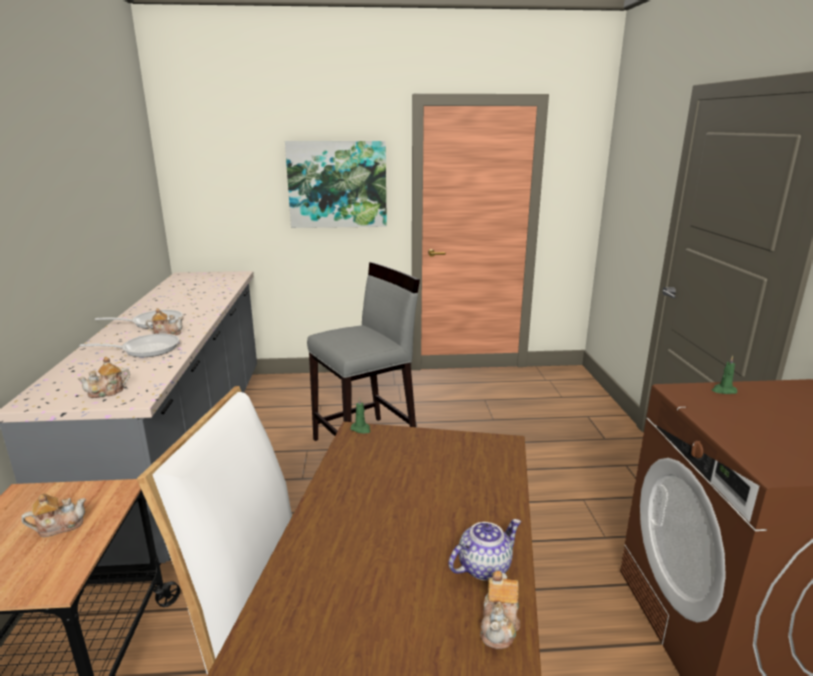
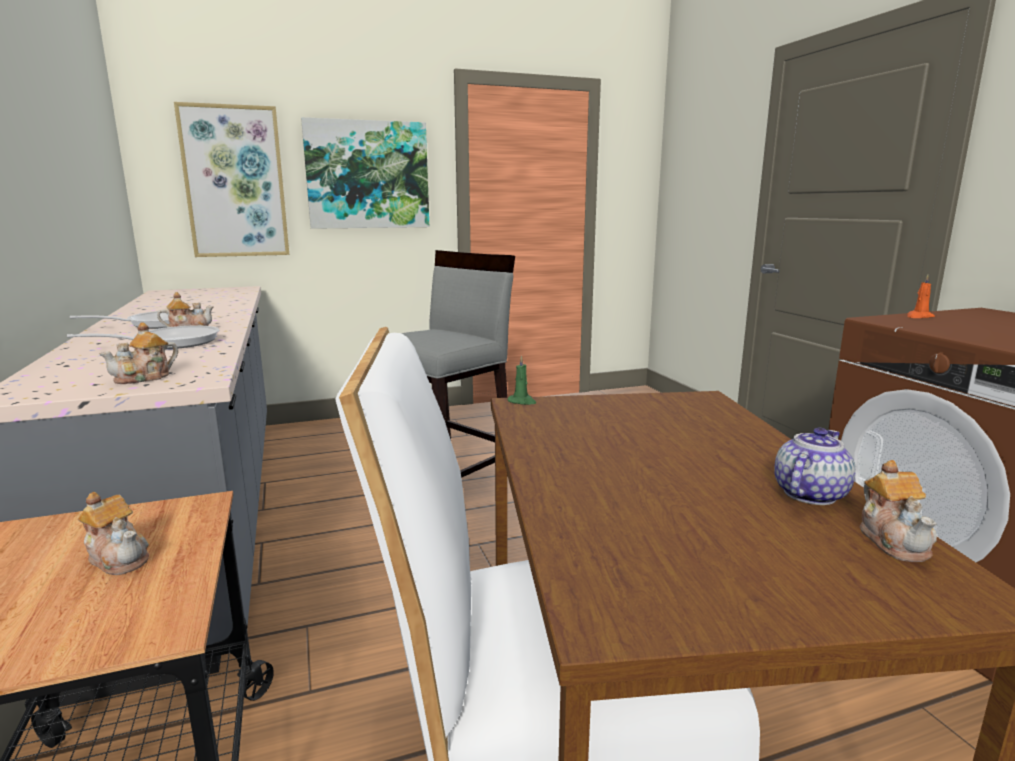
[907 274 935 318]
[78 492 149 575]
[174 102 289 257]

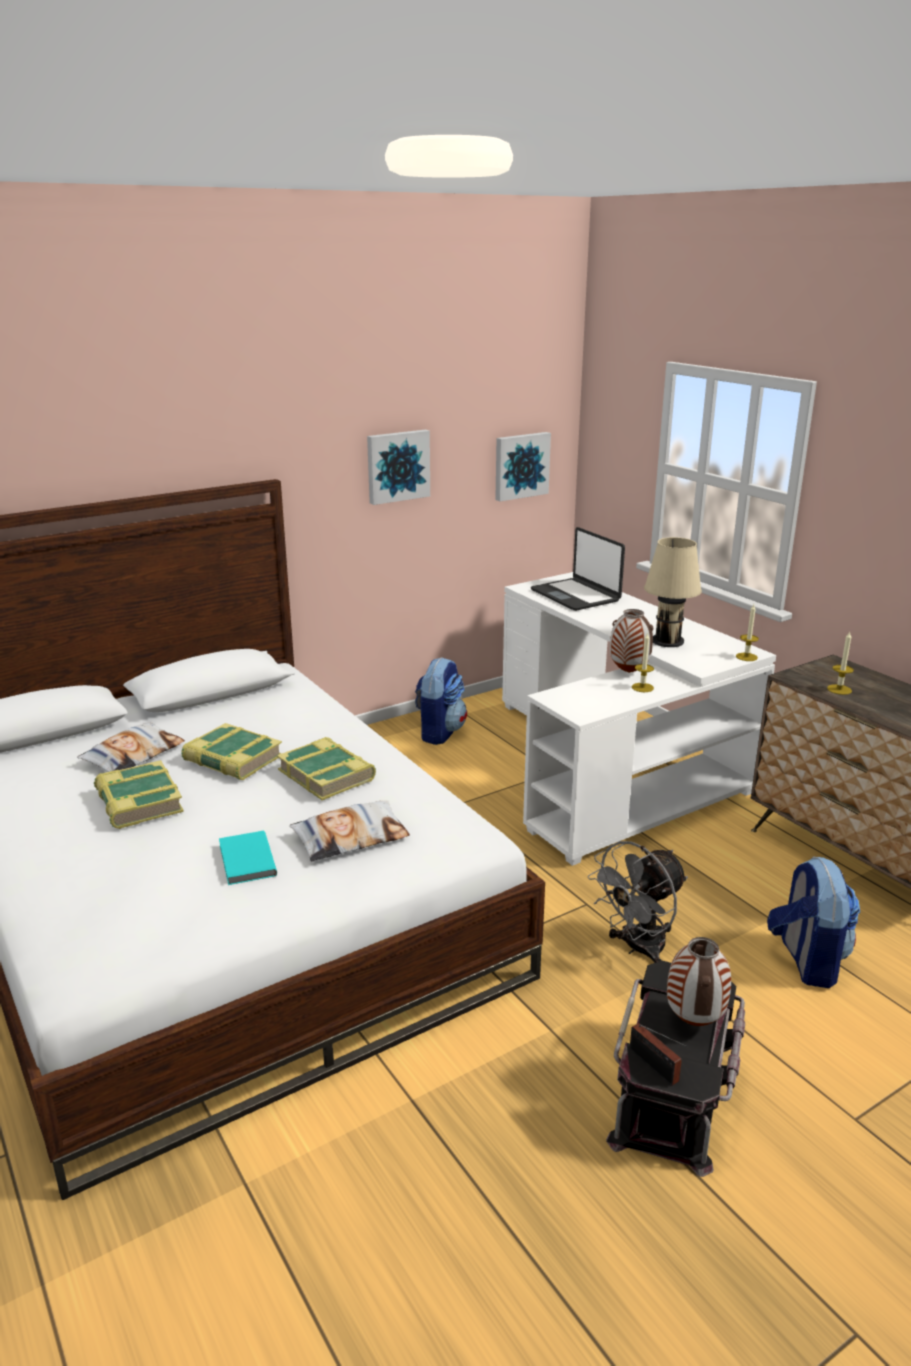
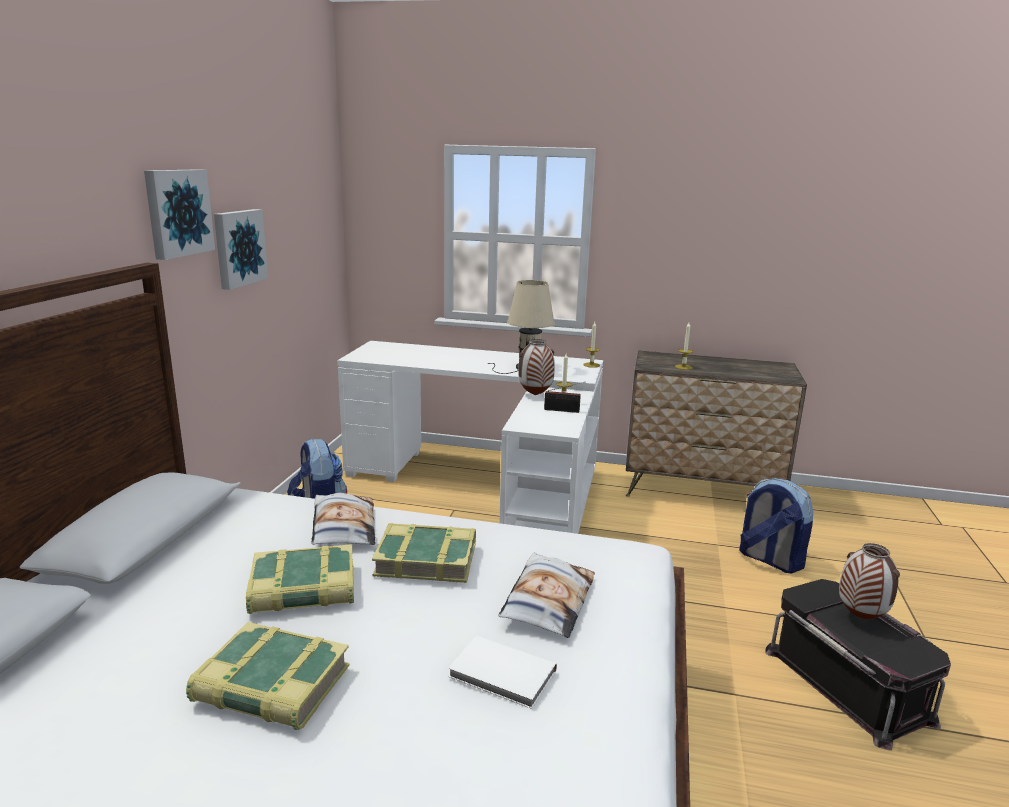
[144 169 215 260]
[531 527 625 611] (first image)
[311 493 375 545]
[448 636 557 709]
[588 841 688 963] (first image)
[544 382 584 413]

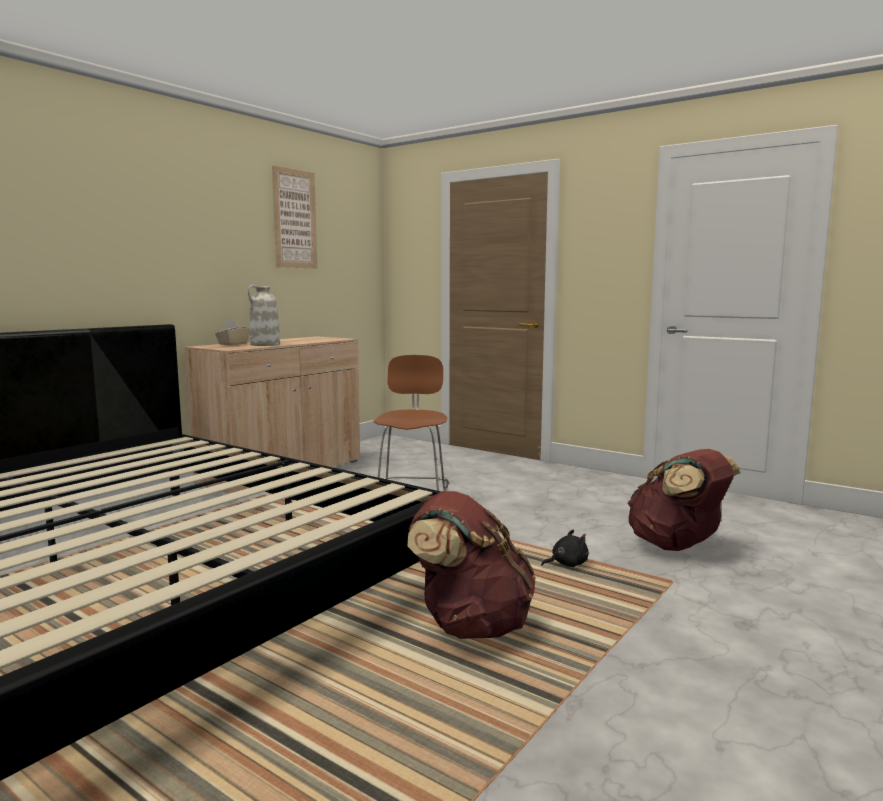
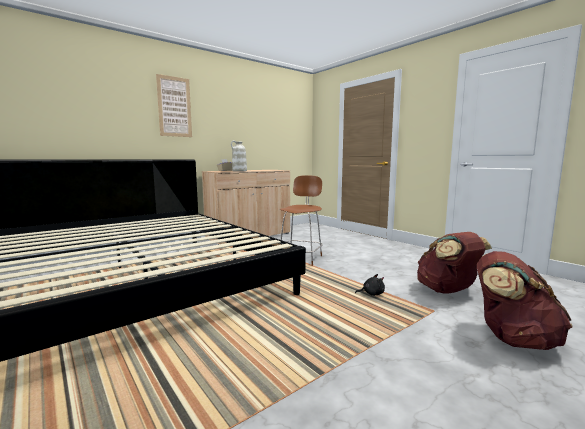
[156 74 192 137]
[477 251 573 350]

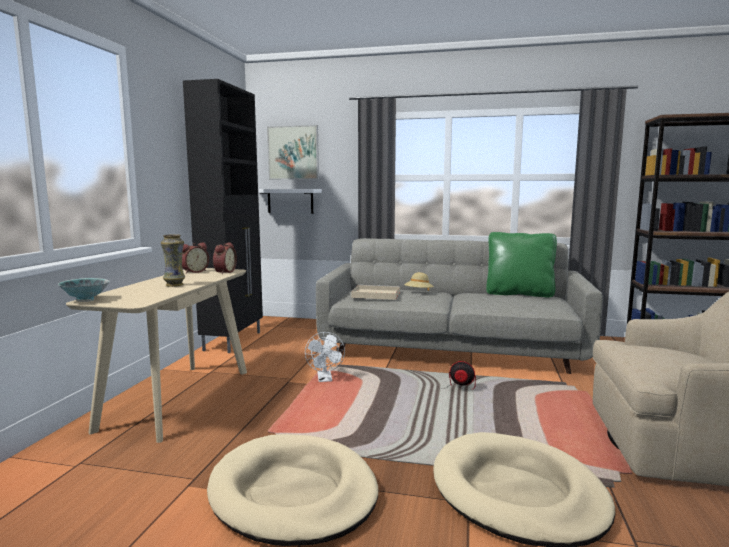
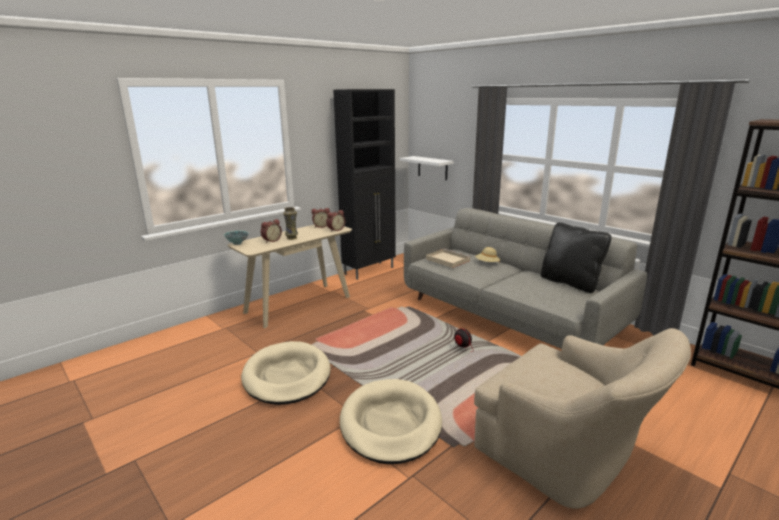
[267 125 319 180] (first image)
[541 222 612 293]
[305 332 345 382] (first image)
[261 219 282 243]

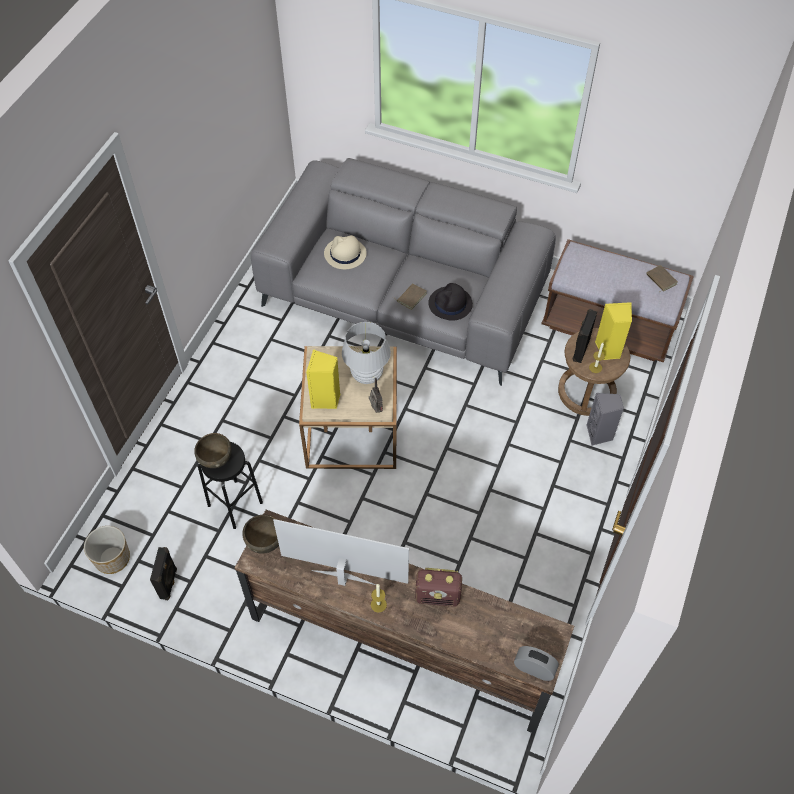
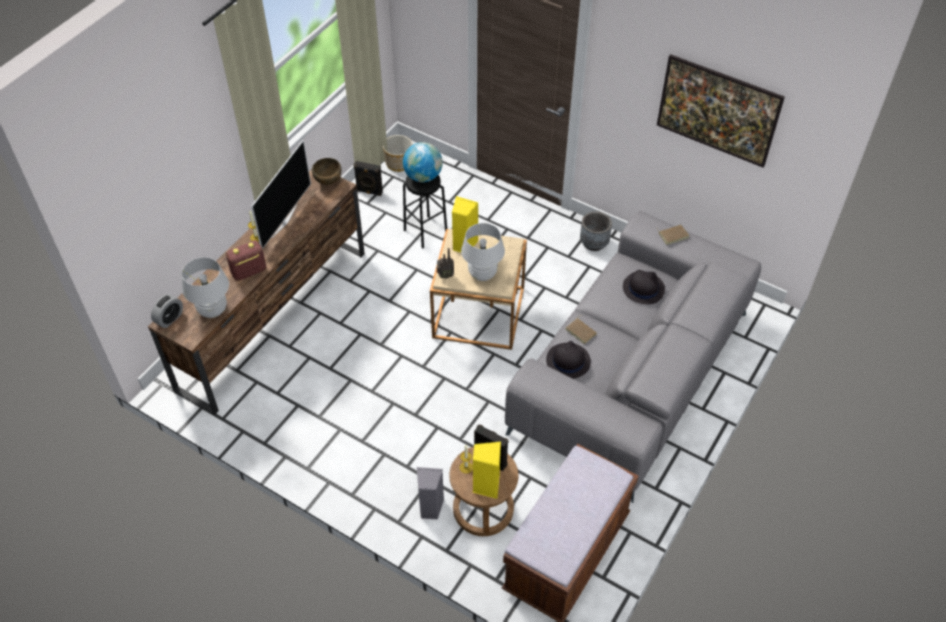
[623 270 665 304]
[657 225 689 245]
[403 142 443 182]
[226 240 267 281]
[657 54 785 168]
[580 211 612 251]
[182 257 229 318]

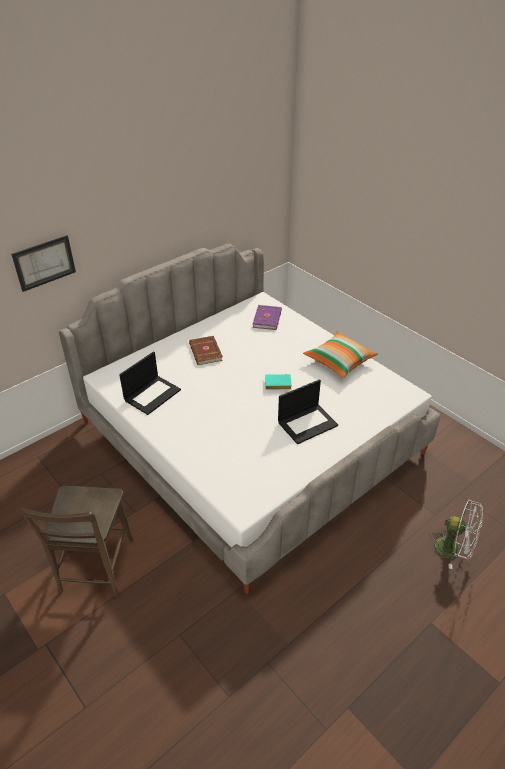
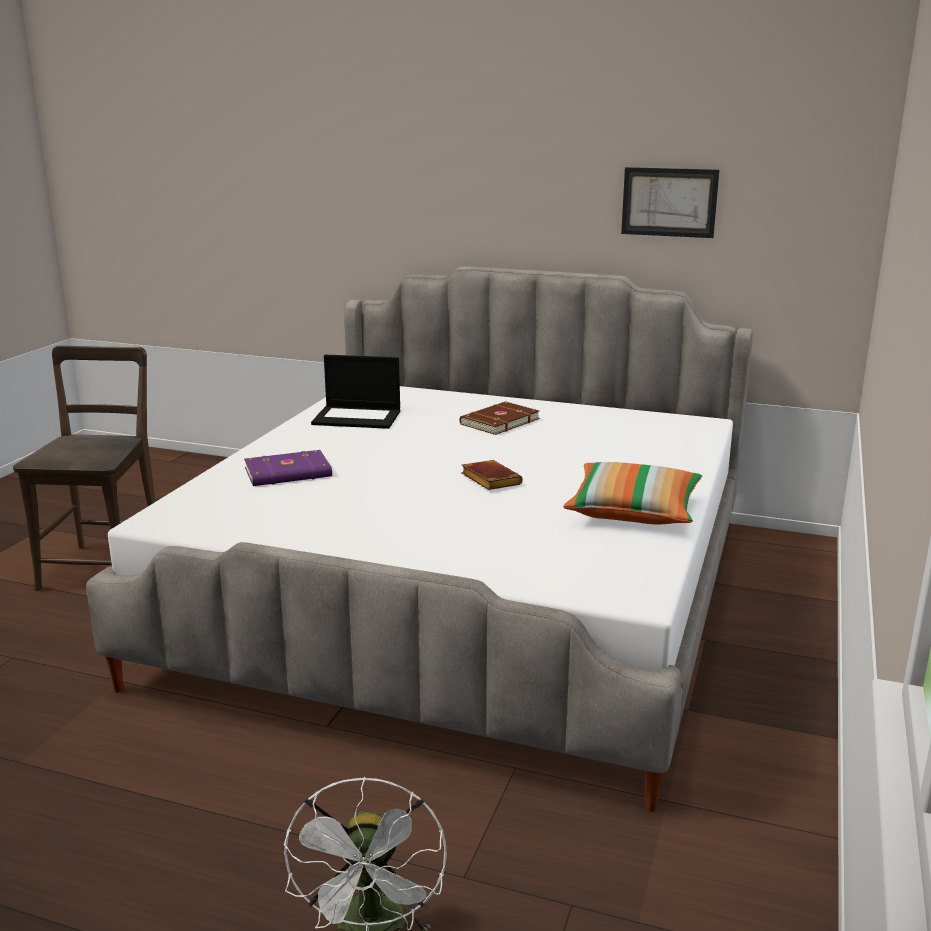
[621 167 719 238]
[244 450 332 486]
[461 460 523 490]
[278 379 338 444] (first image)
[13 346 156 591]

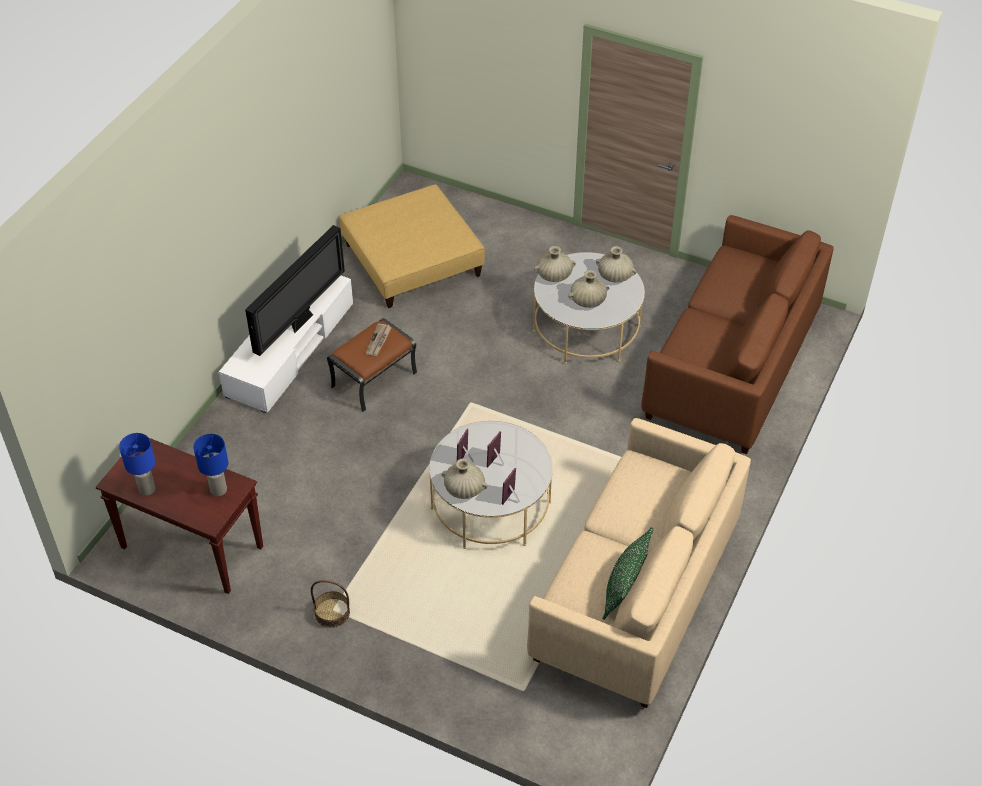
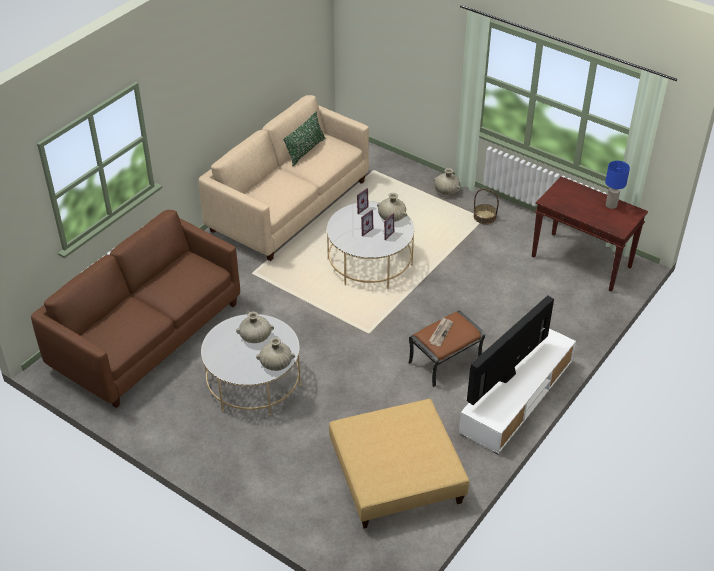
[434 168 461 195]
[193 434 228 496] (first image)

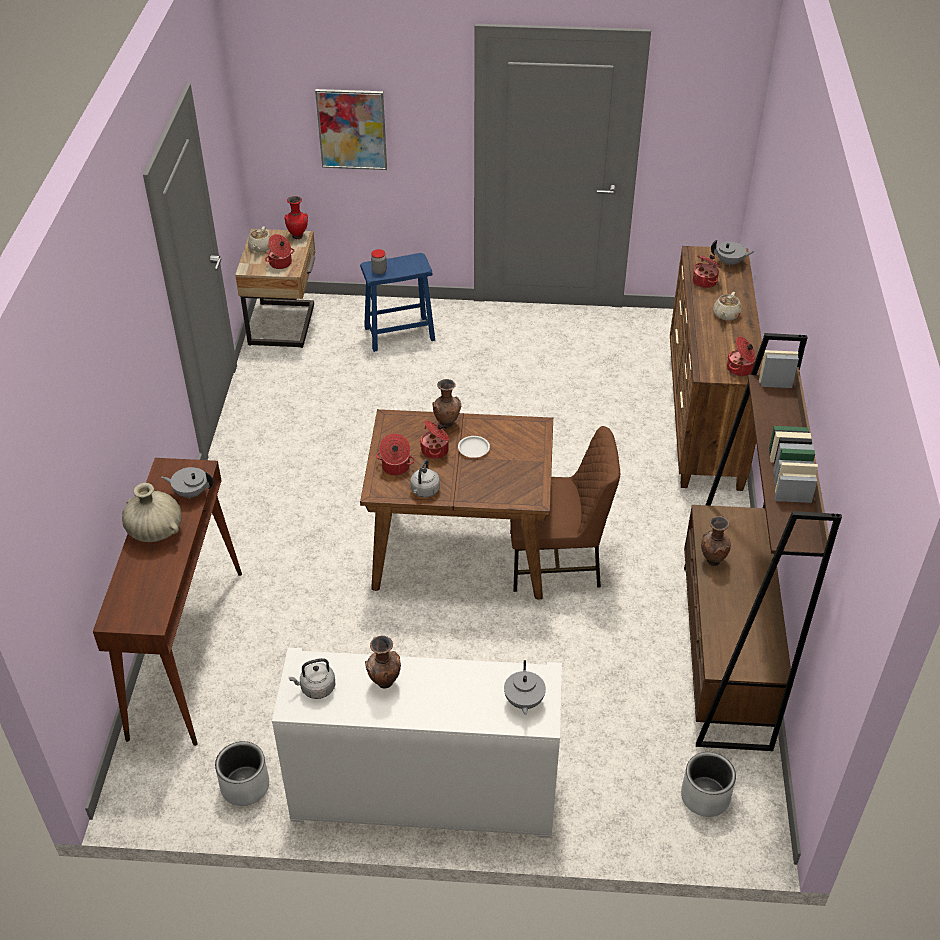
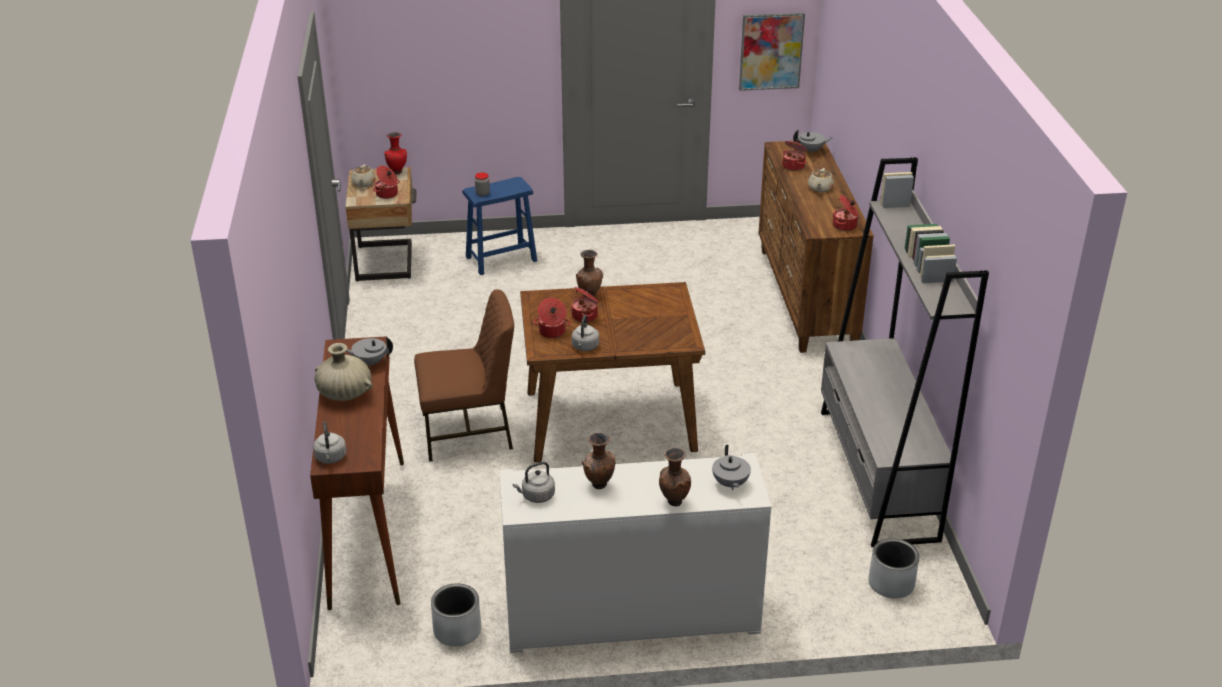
[739 13 805 91]
[821 157 989 547]
[414 289 514 462]
[458 436 490 458] (first image)
[659 448 691 507]
[313 422 347 464]

